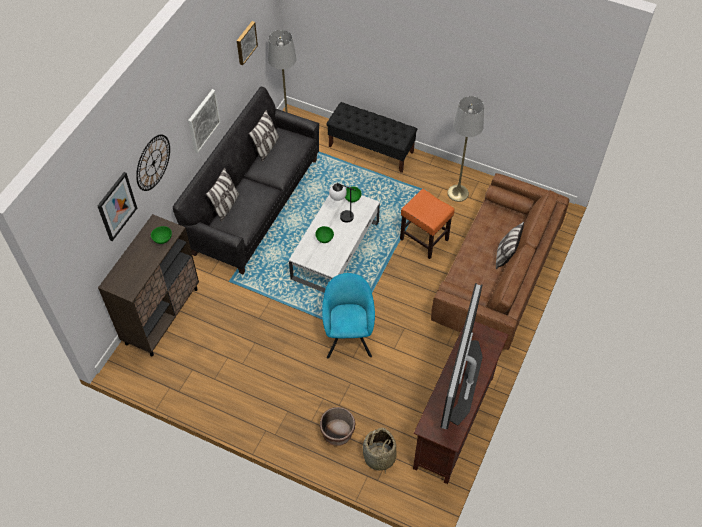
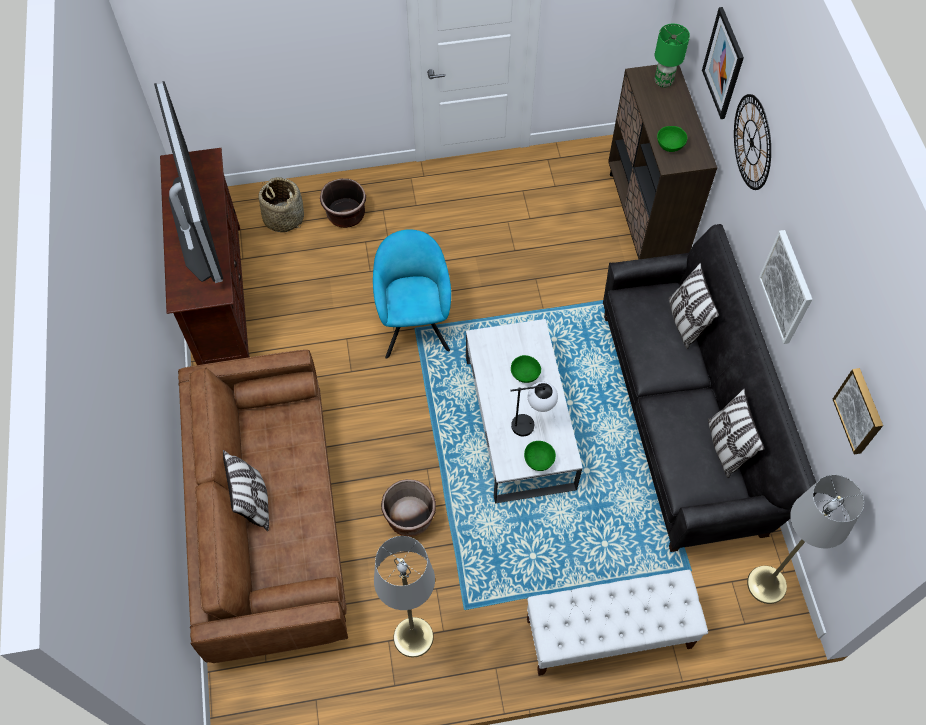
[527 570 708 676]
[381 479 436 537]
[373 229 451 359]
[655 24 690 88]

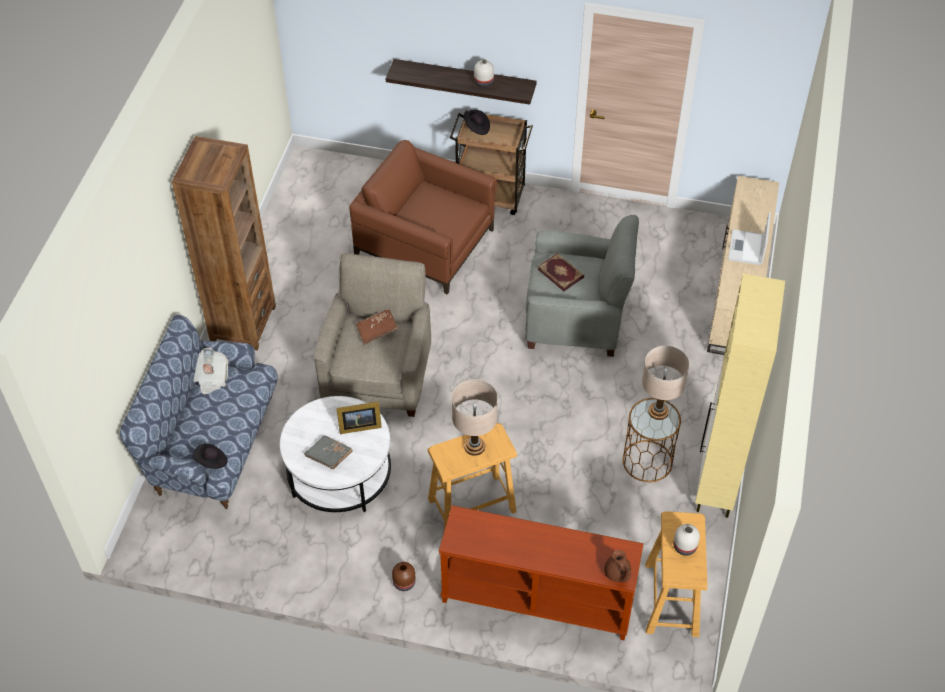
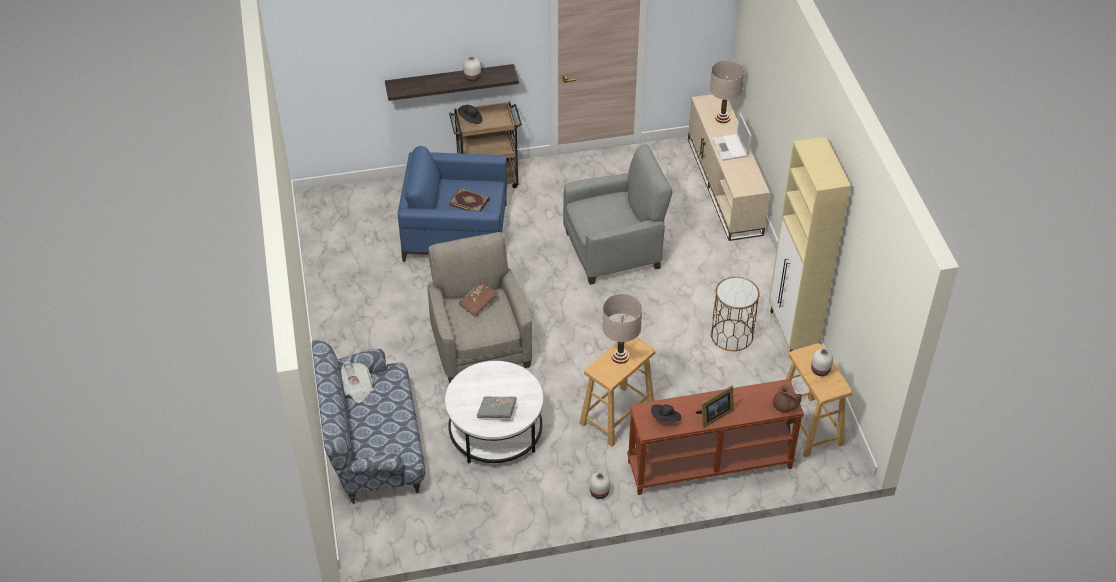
[172 136 276 350] (first image)
[398 146 507 262]
[449 188 490 211]
[710 60 744 123]
[696 386 734 428]
[651 404 681 422]
[590 472 610 499]

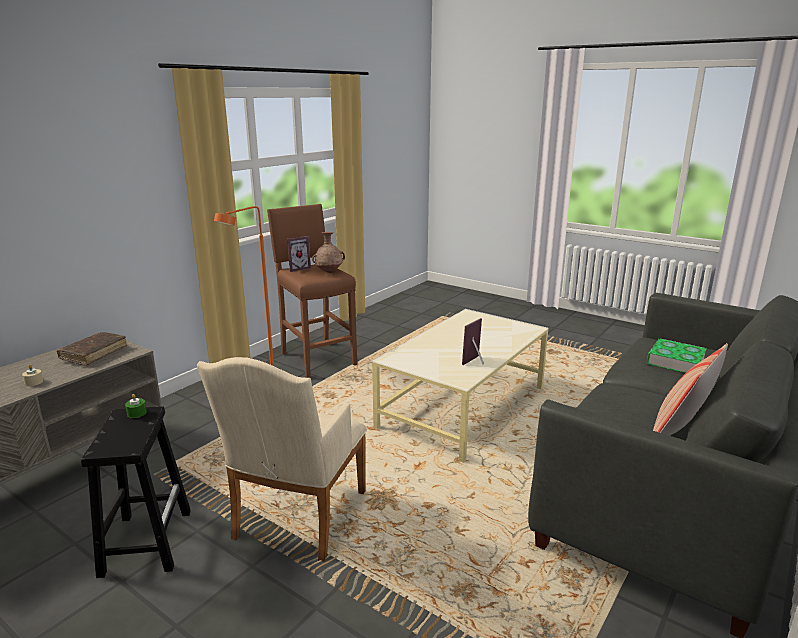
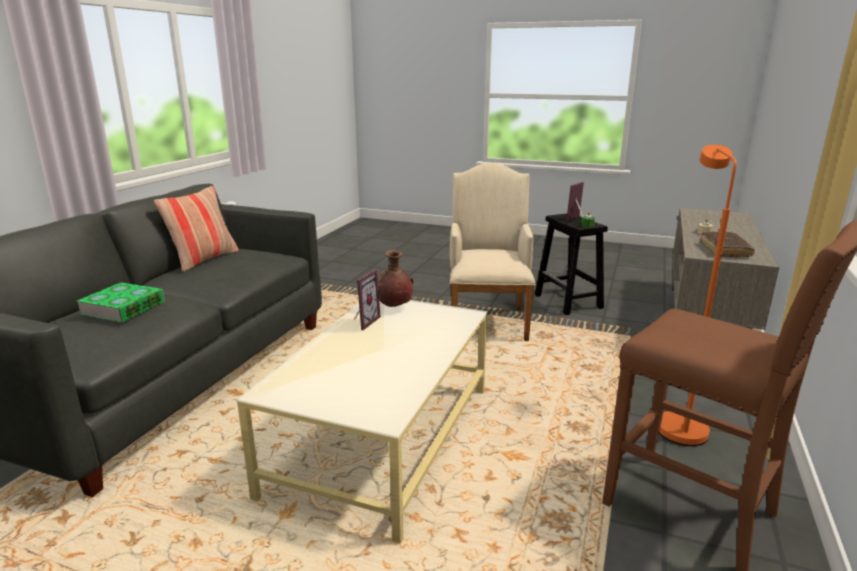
[378 250 413 307]
[566 182 584 221]

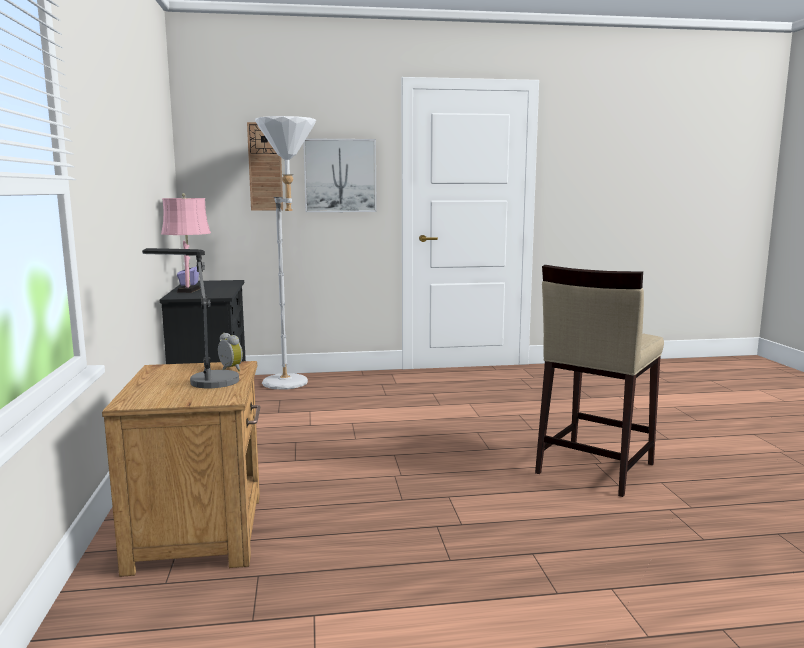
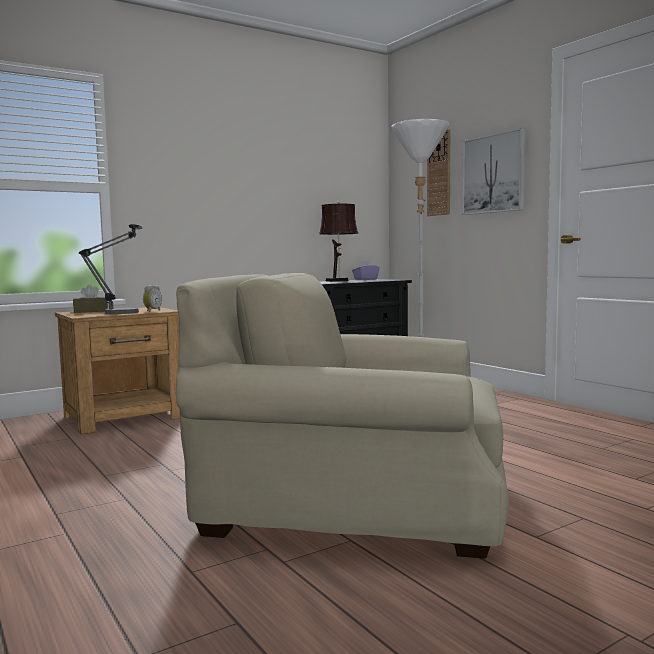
[319 201 358 282]
[176 273 509 559]
[73 284 108 313]

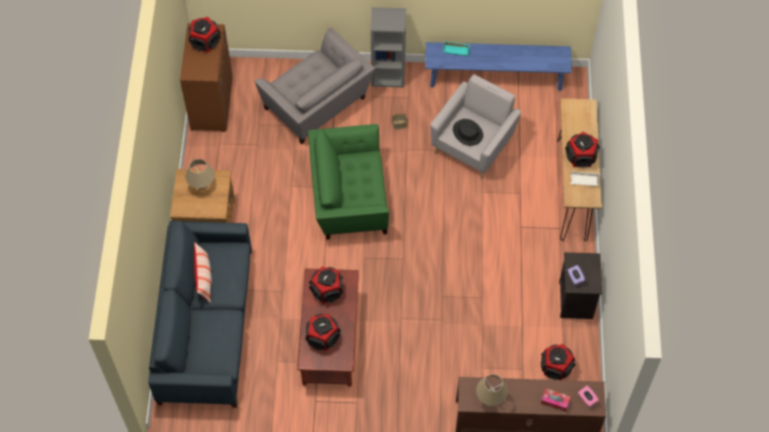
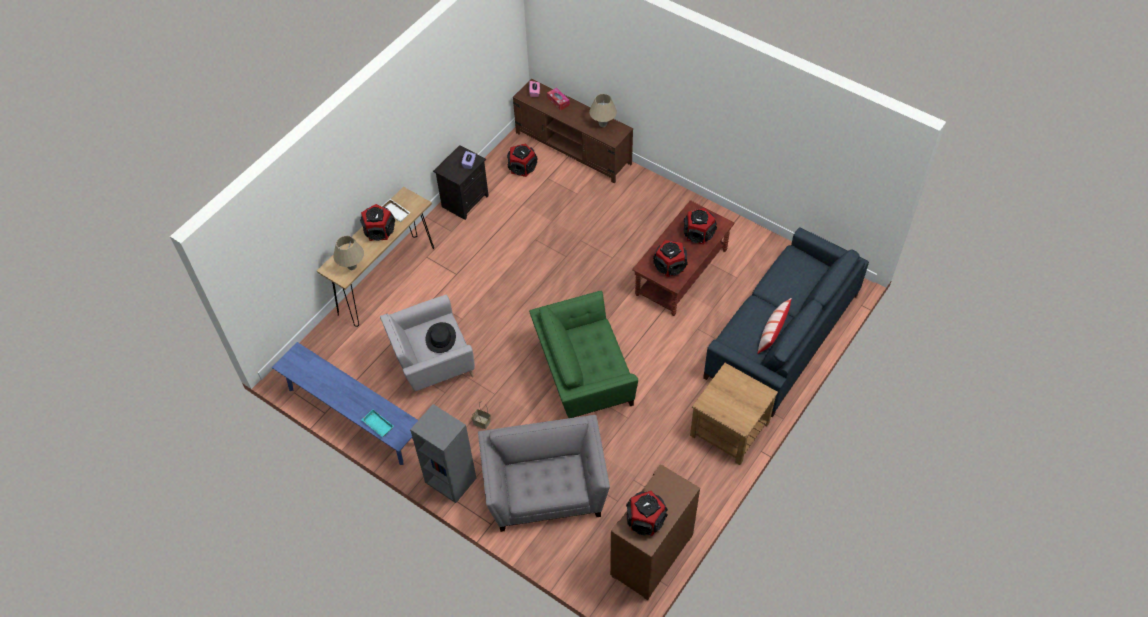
[529 291 638 418]
[333 236 364 270]

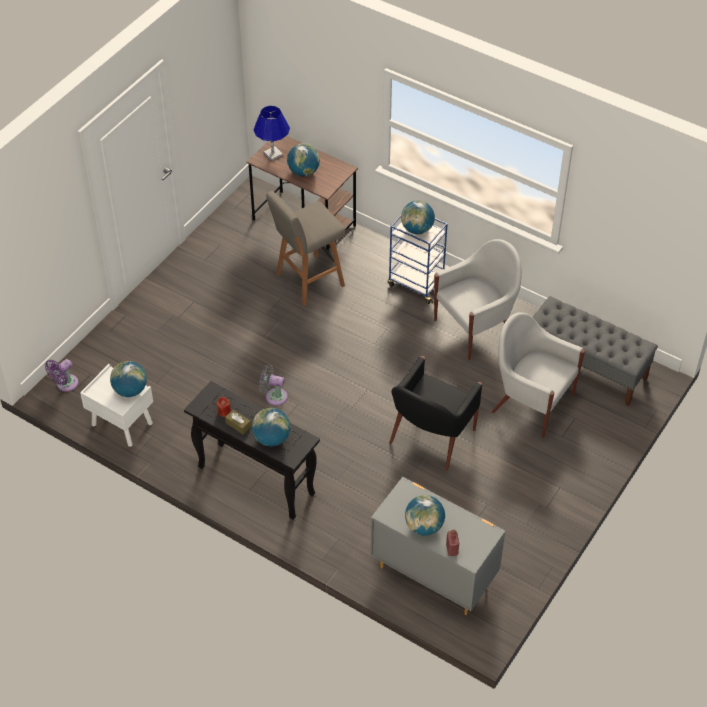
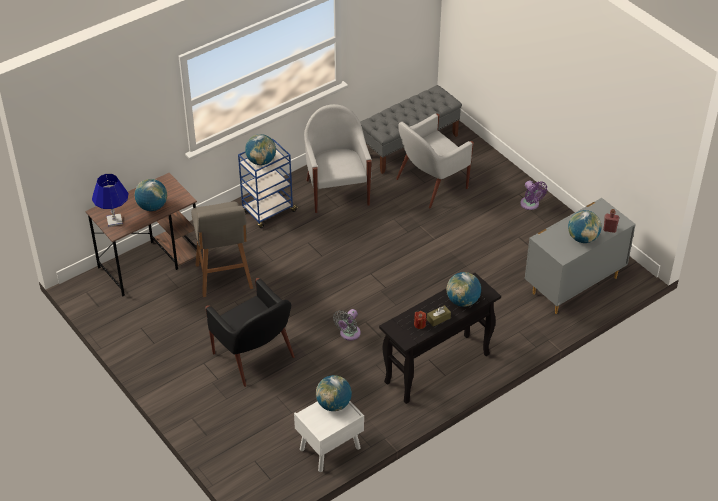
[205 278 295 387]
[520 181 547 210]

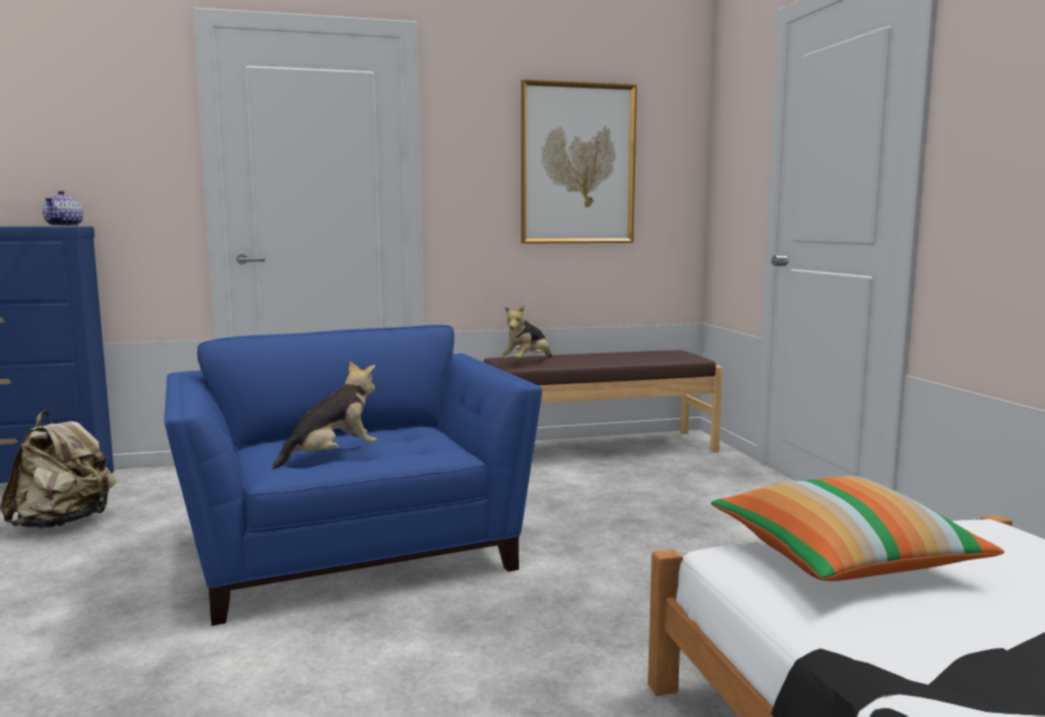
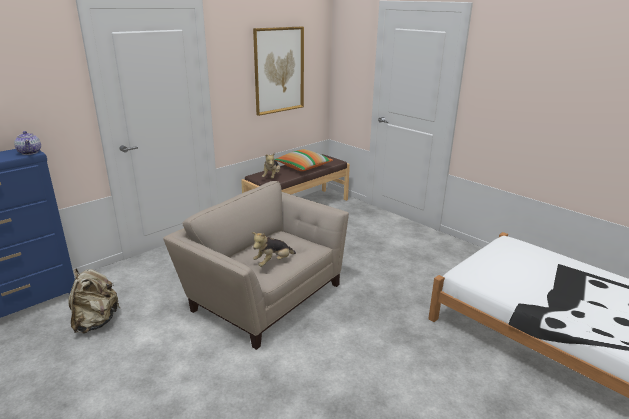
[163 181 349 350]
[252 232 296 267]
[274 149 333 171]

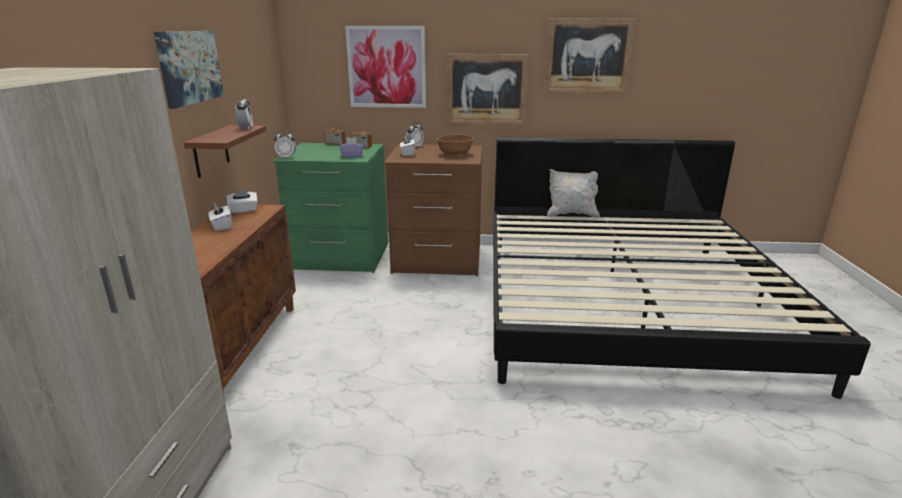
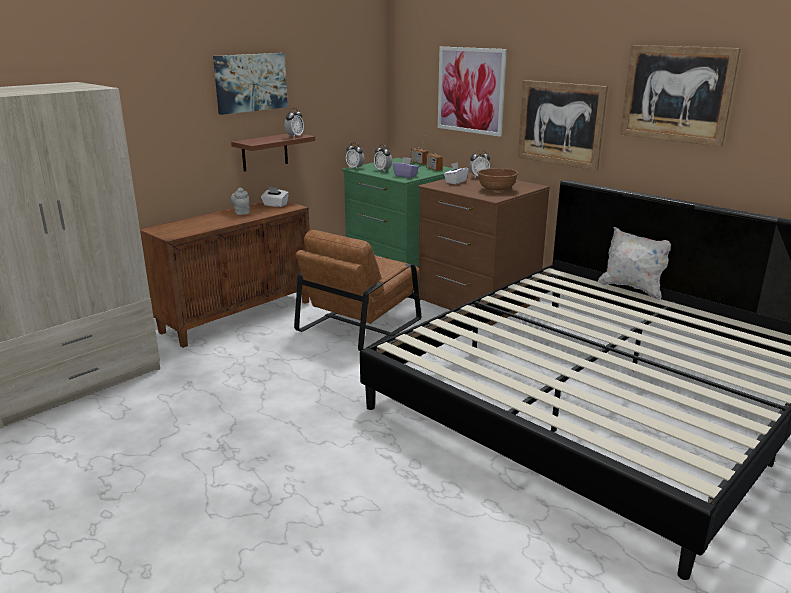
[231 187 250 215]
[374 145 392 172]
[294 230 421 351]

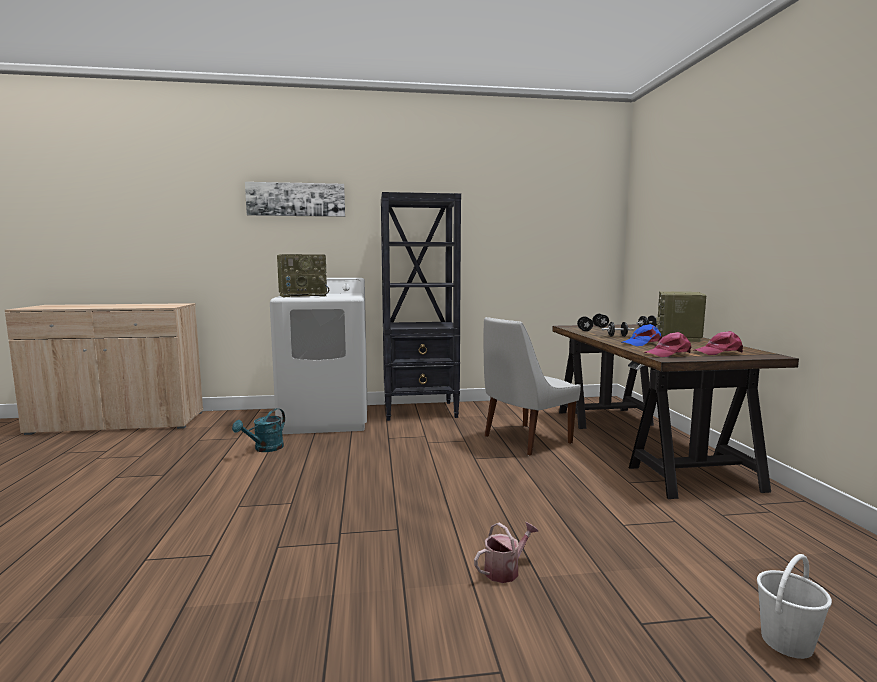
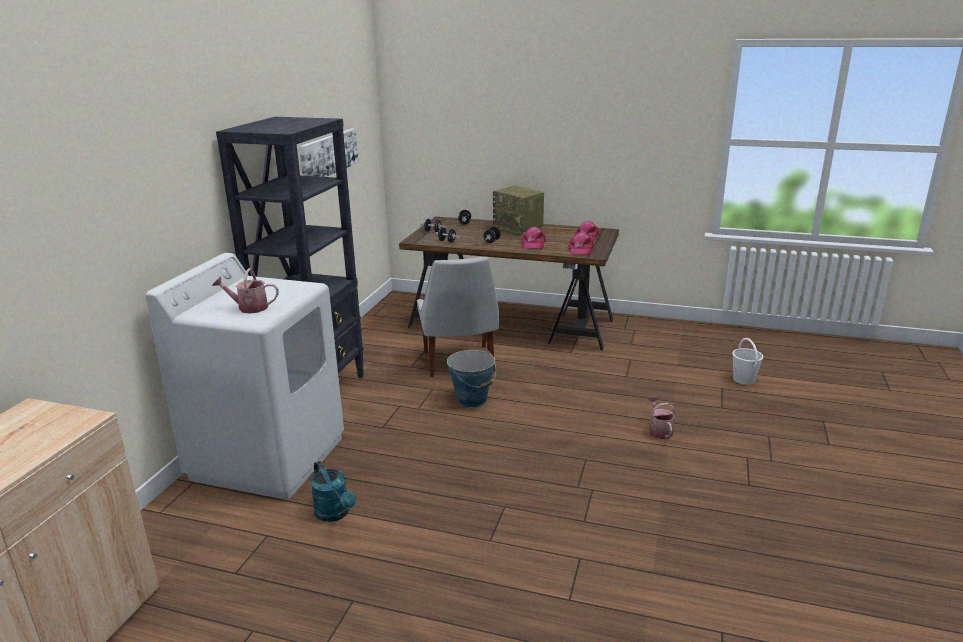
[299 128 358 177]
[212 268 279 314]
[521 227 546 249]
[447 350 496 408]

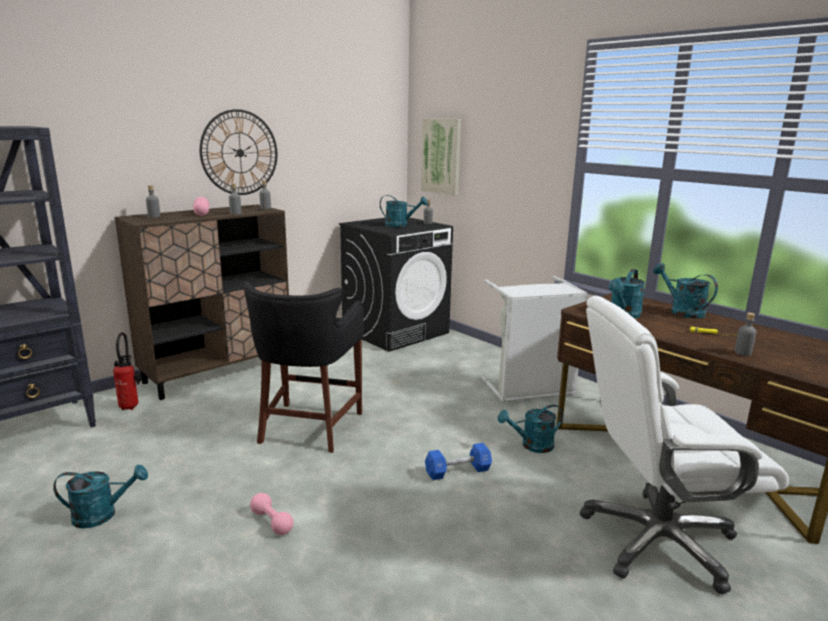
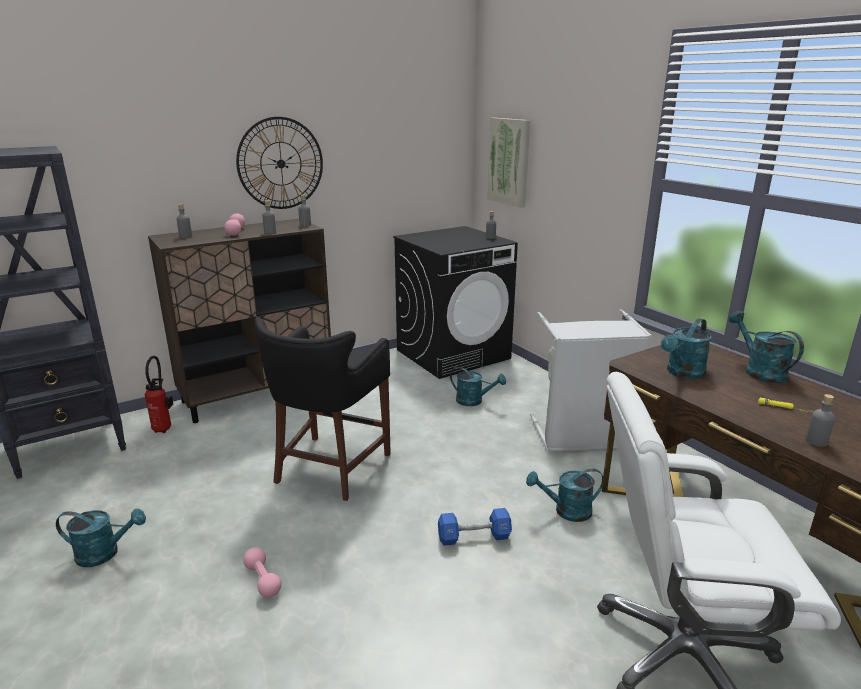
[450 366 506 406]

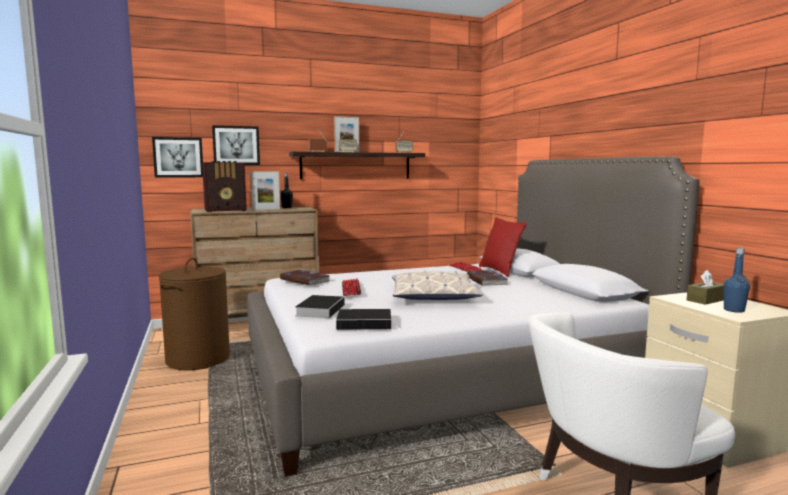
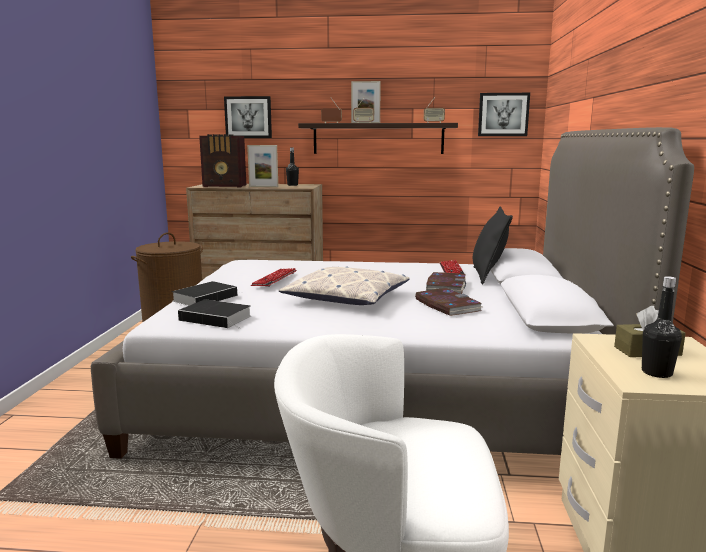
[478 93 530 136]
[473 207 513 284]
[642 276 682 378]
[415 288 483 316]

